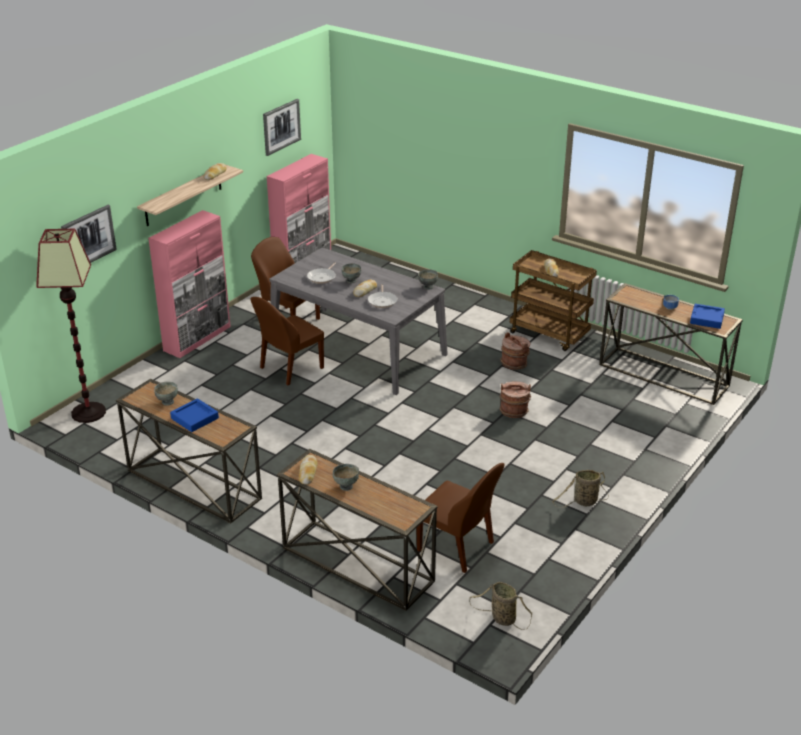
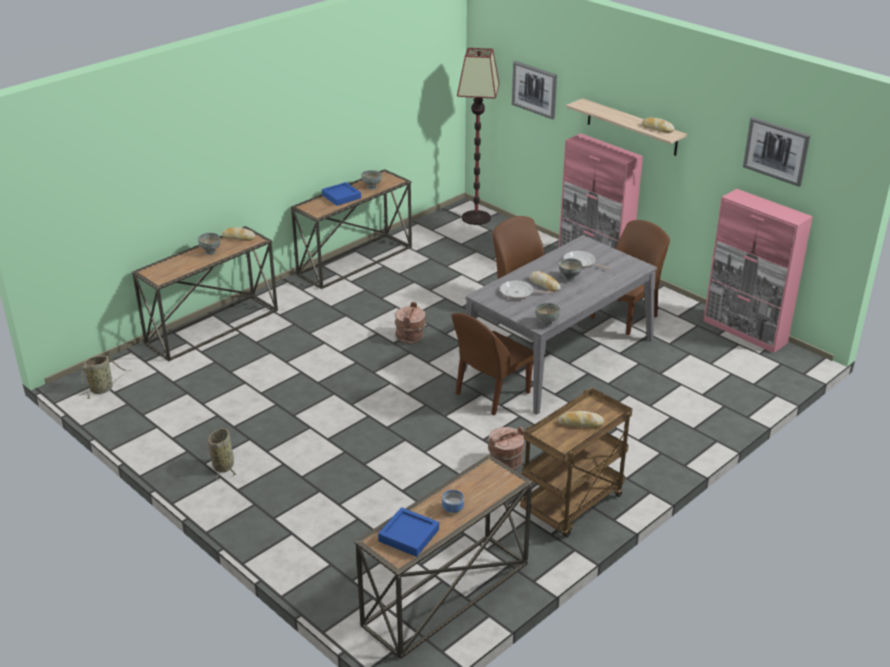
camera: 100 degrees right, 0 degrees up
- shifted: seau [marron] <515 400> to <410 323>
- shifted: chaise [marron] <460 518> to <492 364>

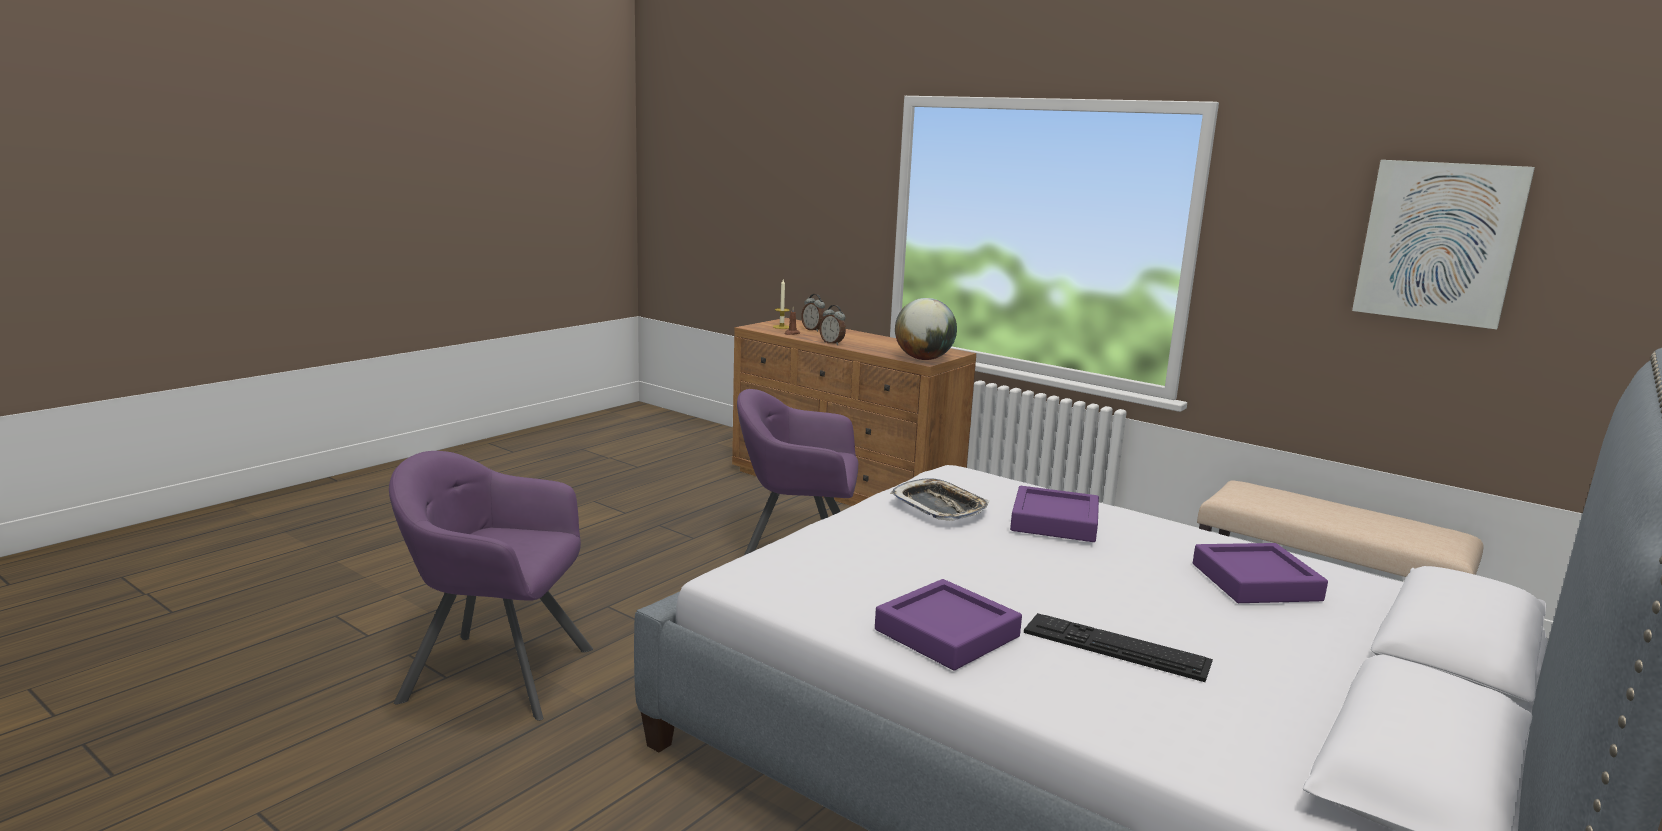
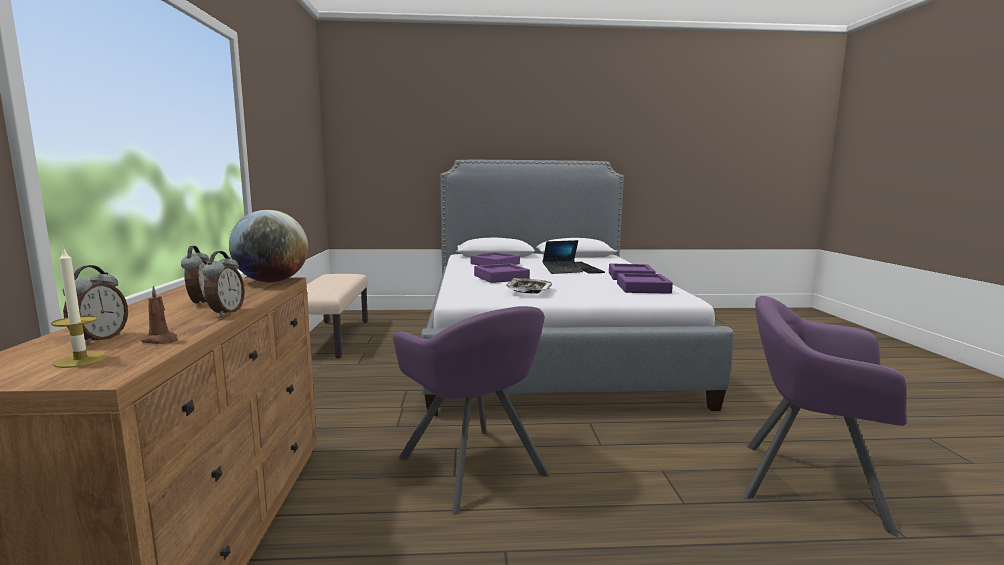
camera: 130 degrees left, 5 degrees down
- gone: tableau <1443 244>
- rotated: fauteuil [violet] <491 586> = <825 416> 150 degrees clockwise
- new: ordinateur portable <563 257>
- new: réveil <195 276>
- new: plateau [violet] <645 283>

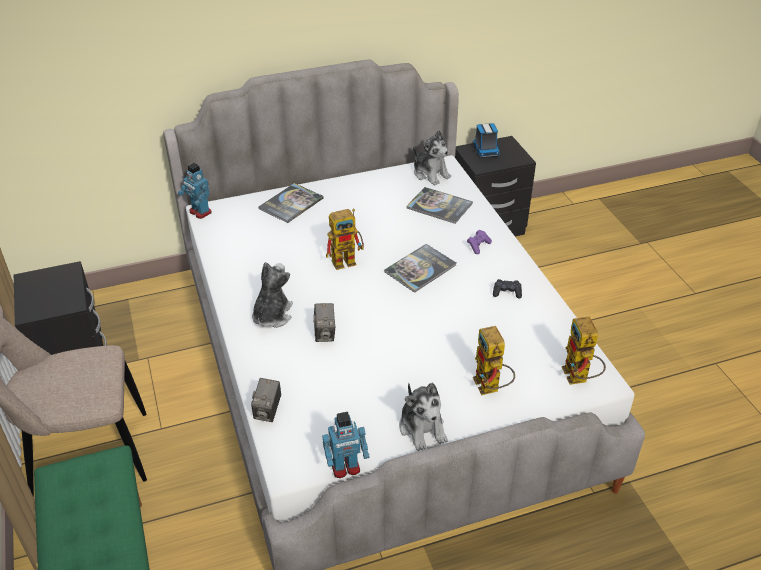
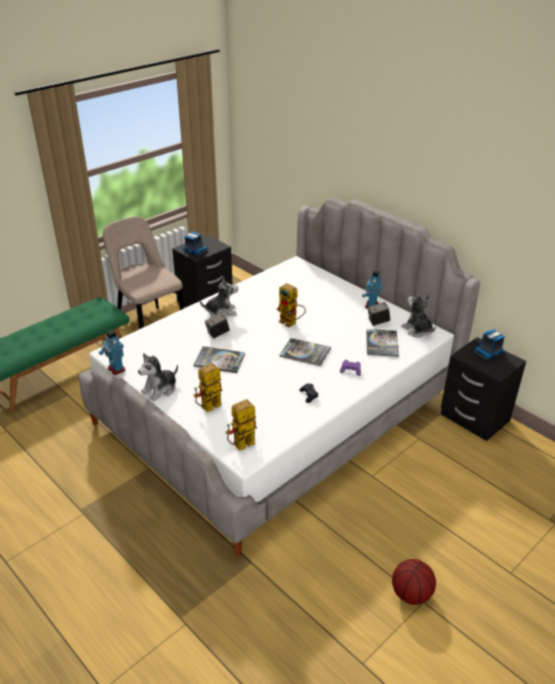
camera: 65 degrees right, 5 degrees down
- rotated: peluche <432 157> = <418 315> 120 degrees clockwise
- shifted: robot jouet <195 191> to <372 289>
- shifted: livre <291 203> to <219 359>
- shifted: appareil photo <266 400> to <379 314>
- new: camion jouet <195 243>
- new: ballon de basket <414 582>

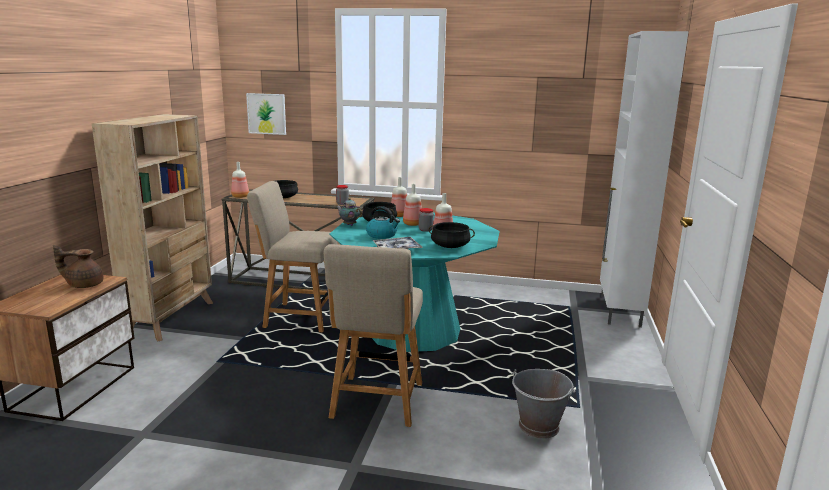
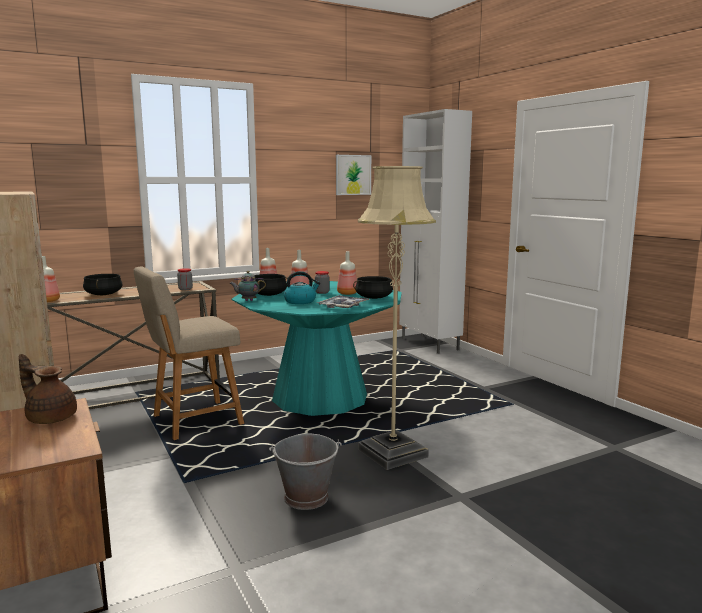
camera: 40 degrees left, 5 degrees down
- shifted: tableau <266 114> to <353 175>
- swapped: chaise [beige] <373 335> to lampadaire [beige] <397 318>
- rotated: théière [marron] <78 266> = <48 389> 75 degrees clockwise
- shifted: seau [gris] <543 404> to <305 472>

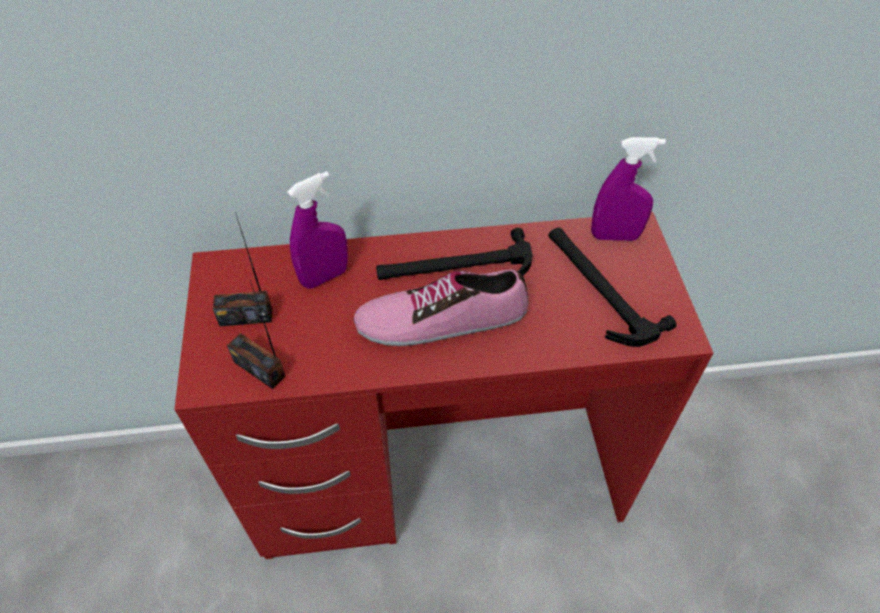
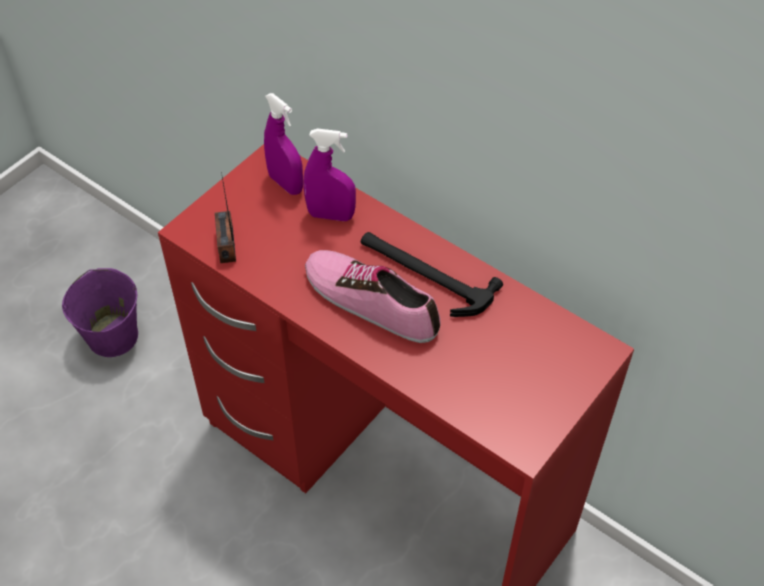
camera: 45 degrees right, 0 degrees up
- shifted: vaporisateur [violet] <628 189> to <283 144>
- gone: radio <242 269>
- gone: marteau <612 287>
- new: seau [violet] <100 312>

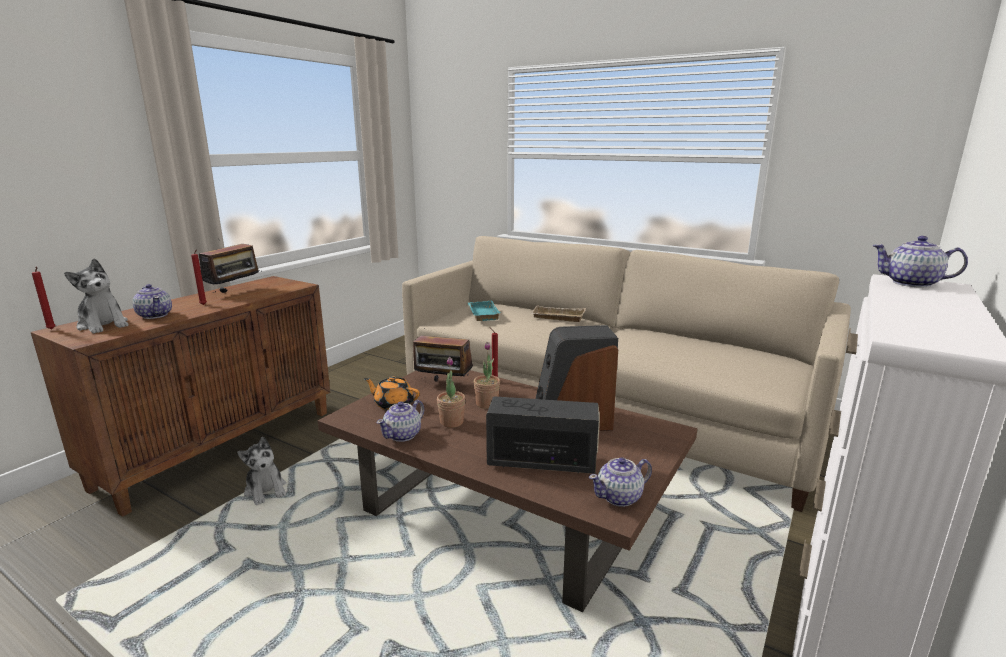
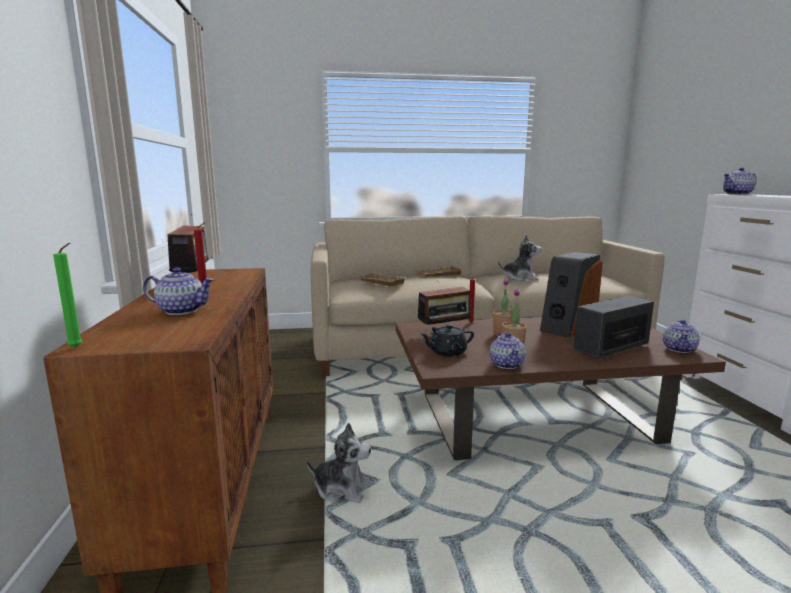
camera: 40 degrees left, 5 degrees down
- shifted: peluche <96 296> to <520 258>
- repainted: bougie [rouge] <44 298> to bougie [vert] <67 295>
- repainted: plateau [turquoise] <484 311> to plateau [beige] <382 280>
- repainted: théière [orange] <392 393> to théière [noir] <447 340>

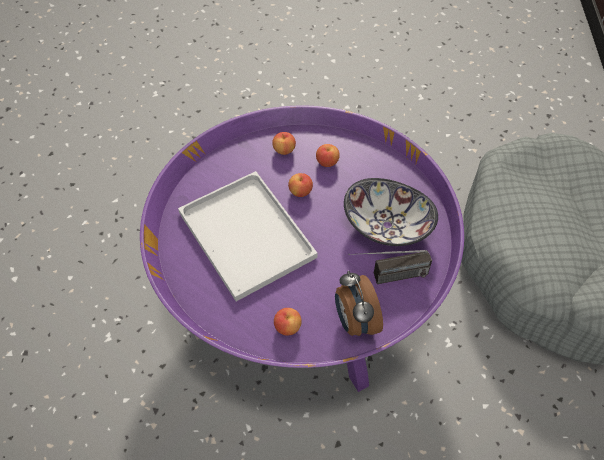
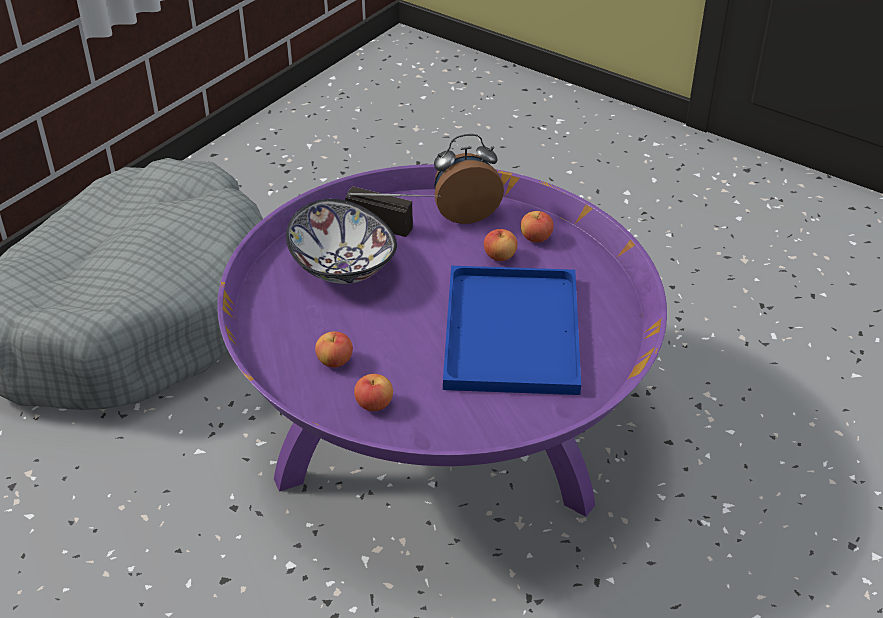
camera: 145 degrees left, 15 degrees down
- repainted: plateau [blanc] <247 236> to plateau [bleu] <512 330>
- shifted: pomme <300 185> to <500 245>
- rotated: réveil <359 303> = <469 179> 120 degrees counterclockwise

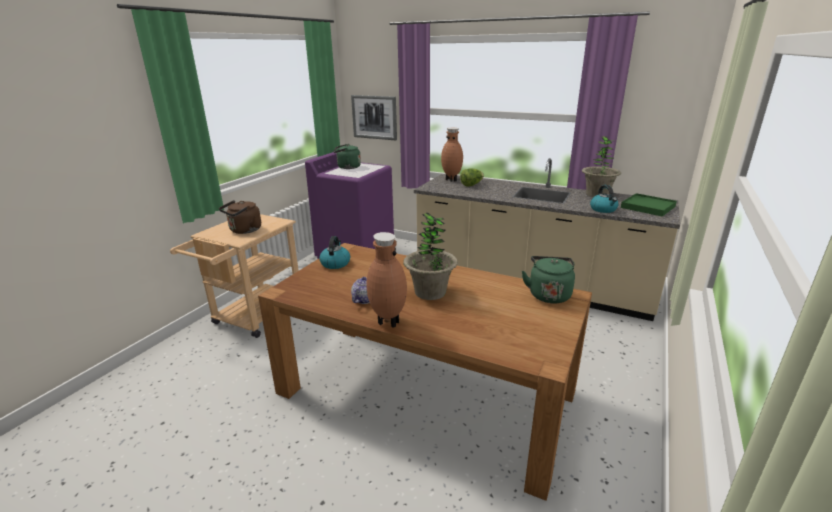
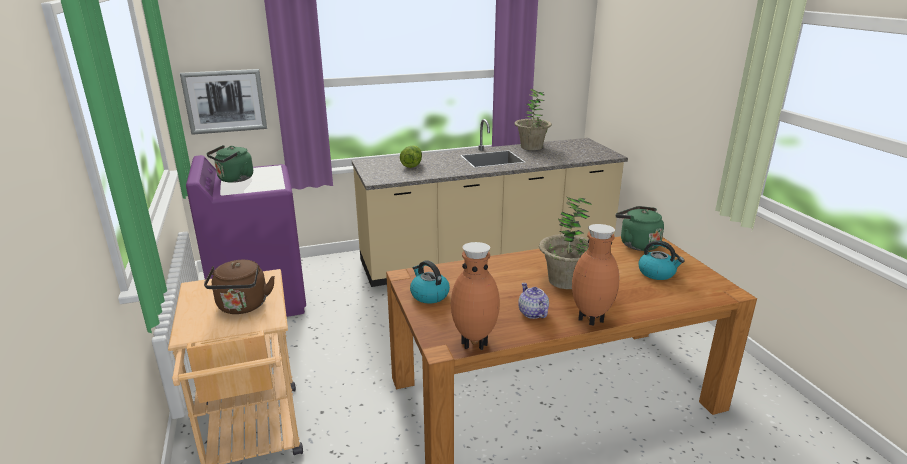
camera: 45 degrees left, 0 degrees up
- shifted: vase [marron] <452 155> to <475 296>
- shifted: bouilloire <604 199> to <661 260>
- gone: plateau [vert] <649 205>

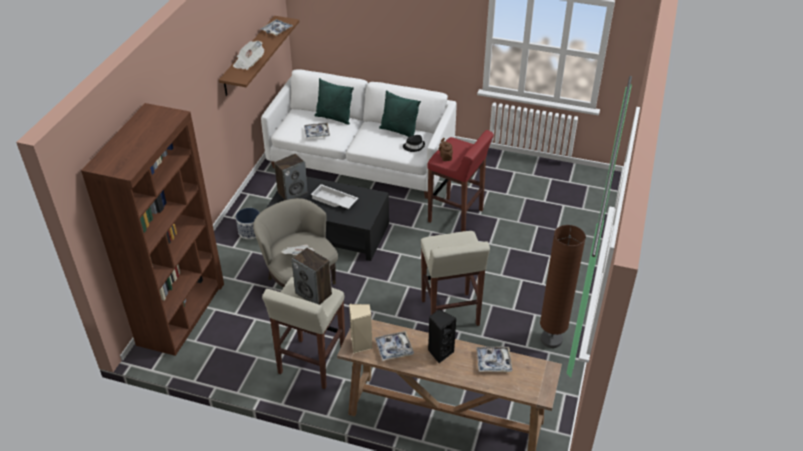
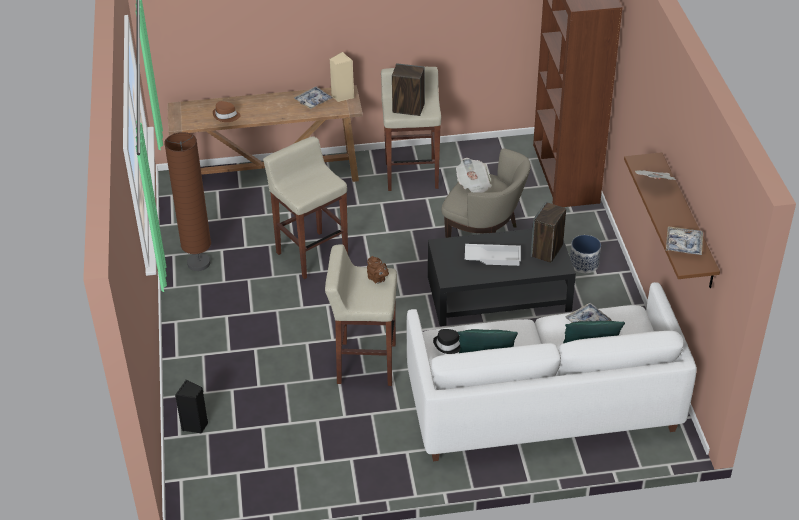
camera: 155 degrees right, 0 degrees up
- repainted: tabouret [rouge] <460 181> to tabouret [beige] <361 315>
- shifted: enceinte [noir] <442 336> to <191 407>
- swapped: plateau <494 359> to chapeau [marron] <227 111>

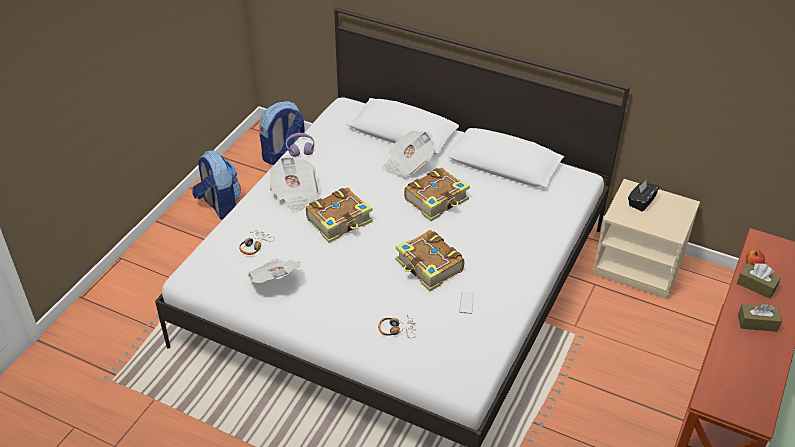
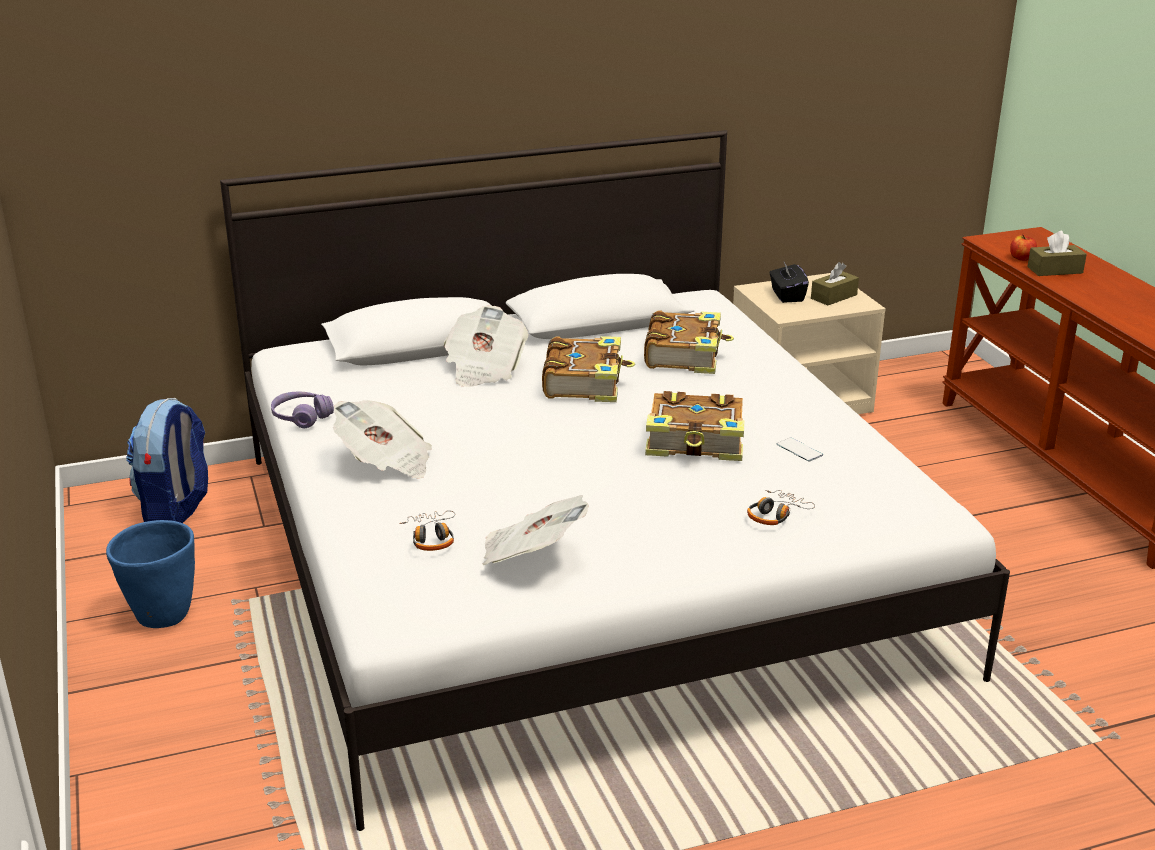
camera: 45 degrees left, 15 degrees down
- swapped: sac à dos <216 185> to cache-pot [bleu] <150 574>
- shifted: livre <339 215> to <689 342>
- shifted: boîte à mouchoirs [marron] <760 317> to <835 283>

